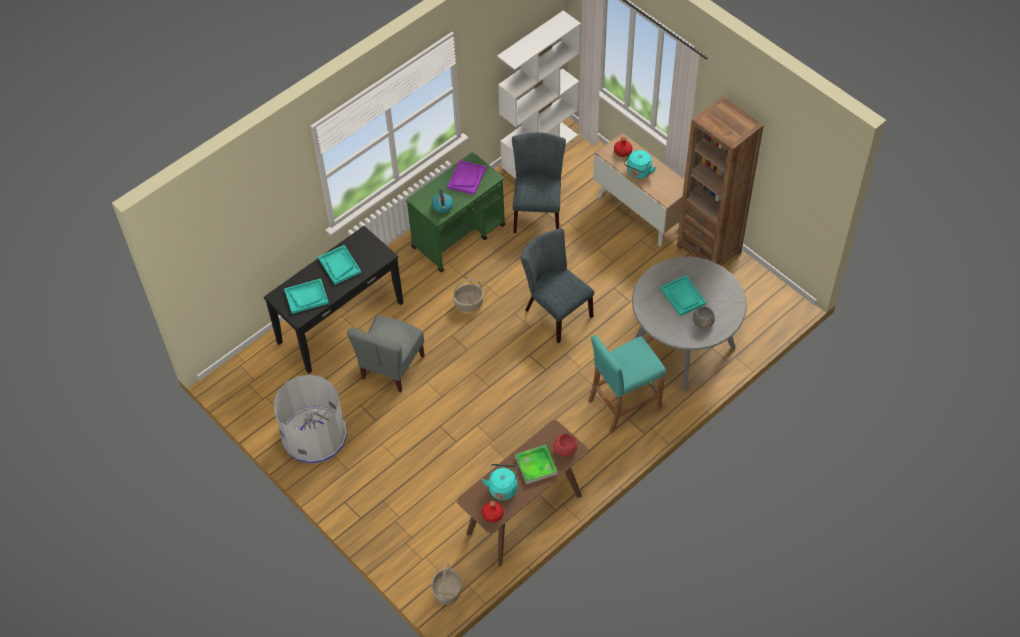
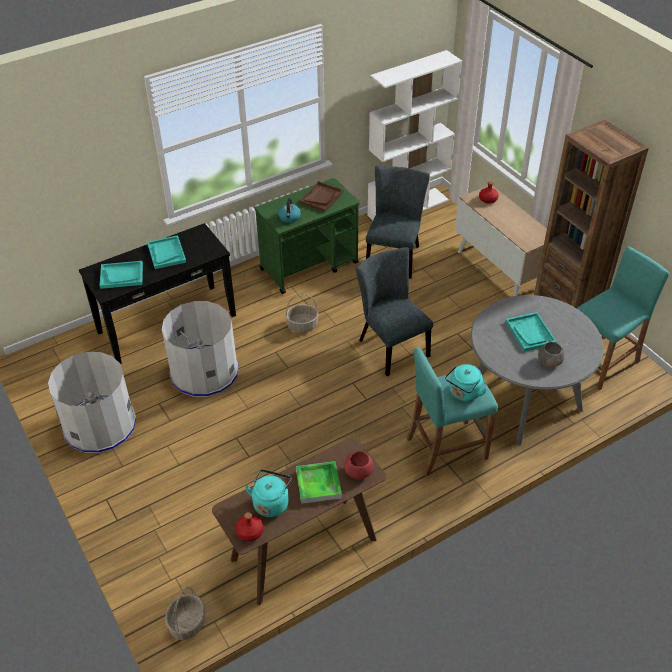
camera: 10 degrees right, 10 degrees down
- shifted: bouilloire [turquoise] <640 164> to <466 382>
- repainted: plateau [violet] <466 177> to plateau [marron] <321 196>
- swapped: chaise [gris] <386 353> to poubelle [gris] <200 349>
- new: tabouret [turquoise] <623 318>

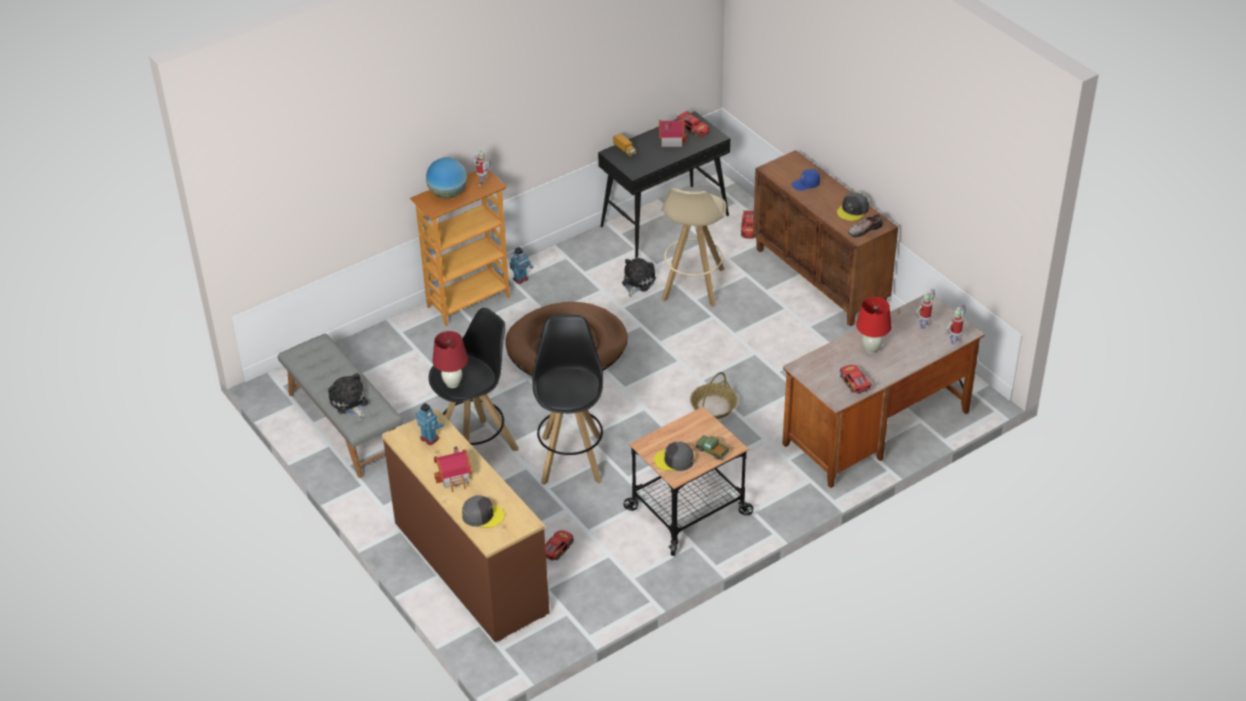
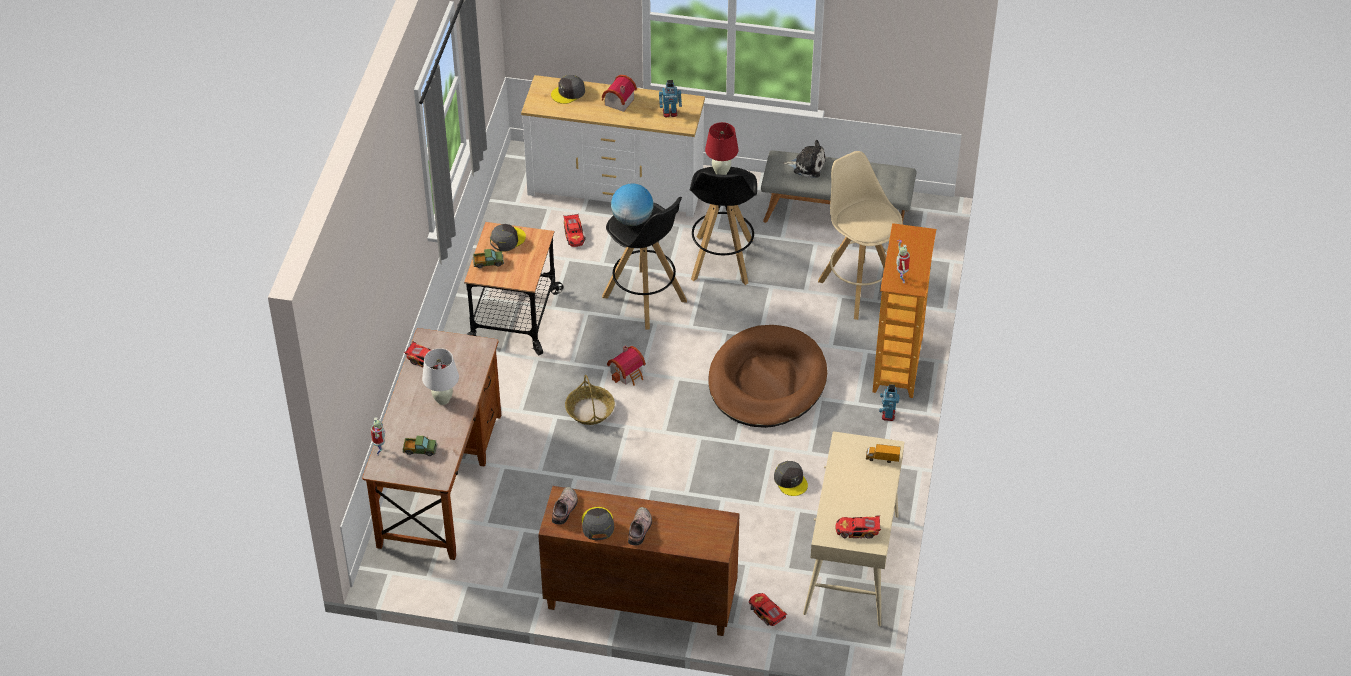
camera: 135 degrees right, 5 degrees up
- repainted: table console [noir] <664 184> to table console [beige] <853 529>
- shifted: maison miniature <673 133> to <626 365>
- shifted: globe <446 178> to <632 205>
- gone: casquette [bleu] <805 180>
- shifted: tabouret [beige] <693 247> to <860 235>
- swapped: peluche <639 277> to casquette [gris] <791 478>
- swapped: robot jouet <925 310> to camion jouet <419 446>
- repainted: lampe de table [rouge] <873 325> to lampe de table [blanc] <440 376>
- repainted: commode [marron] <466 525> to commode [blanc] <613 146>
- new: chaussure <640 526>

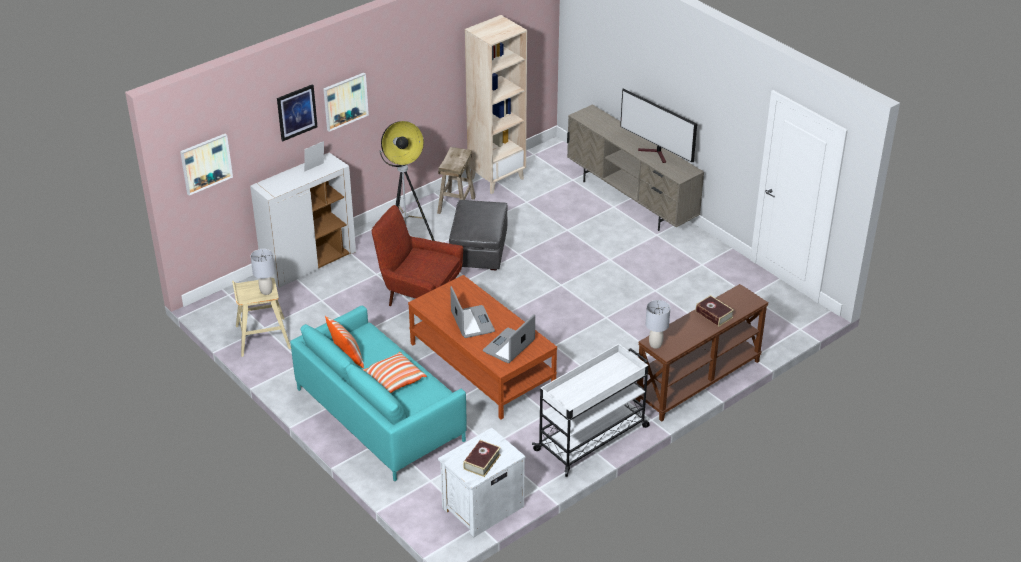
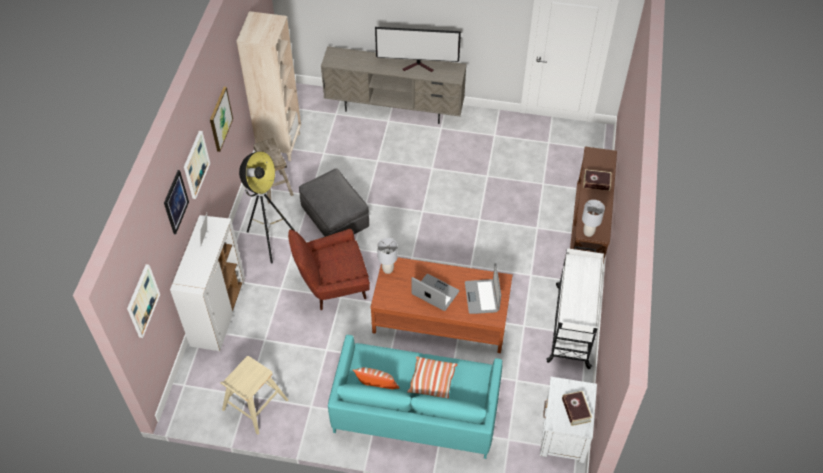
camera: 40 degrees left, 15 degrees up
- shifted: lampe de table [gris] <263 272> to <387 256>
- new: tableau <221 119>

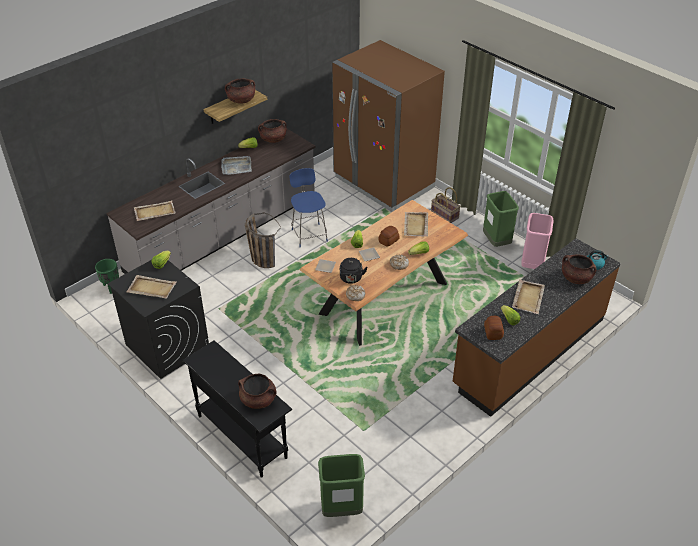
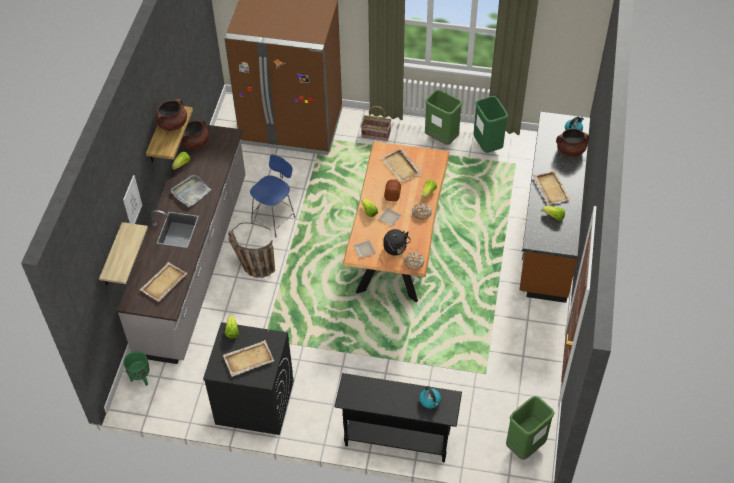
camera: 35 degrees left, 10 degrees up
- rotated: chaise [bleu] <309 208> = <272 196> 90 degrees clockwise
- repainted: poubelle [rose] <537 241> to poubelle [vert] <491 124>
- gone: pain <494 328>
- swapped: marmite [marron] <257 391> to bouilloire <430 397>
- new: tableau <132 199>
- new: étagère <123 253>

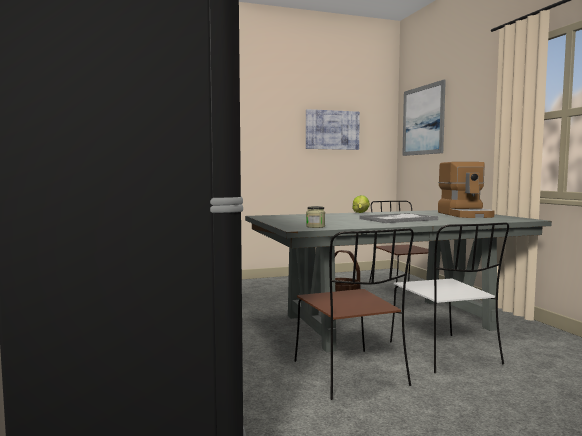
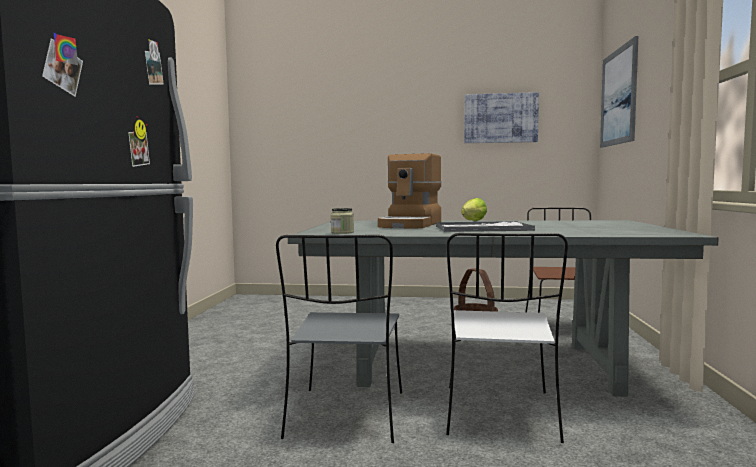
camera: 25 degrees right, 0 degrees up
- shifted: machine à café <466 190> to <410 191>
- repainted: chaise [marron] <354 314> to chaise [gris] <339 339>

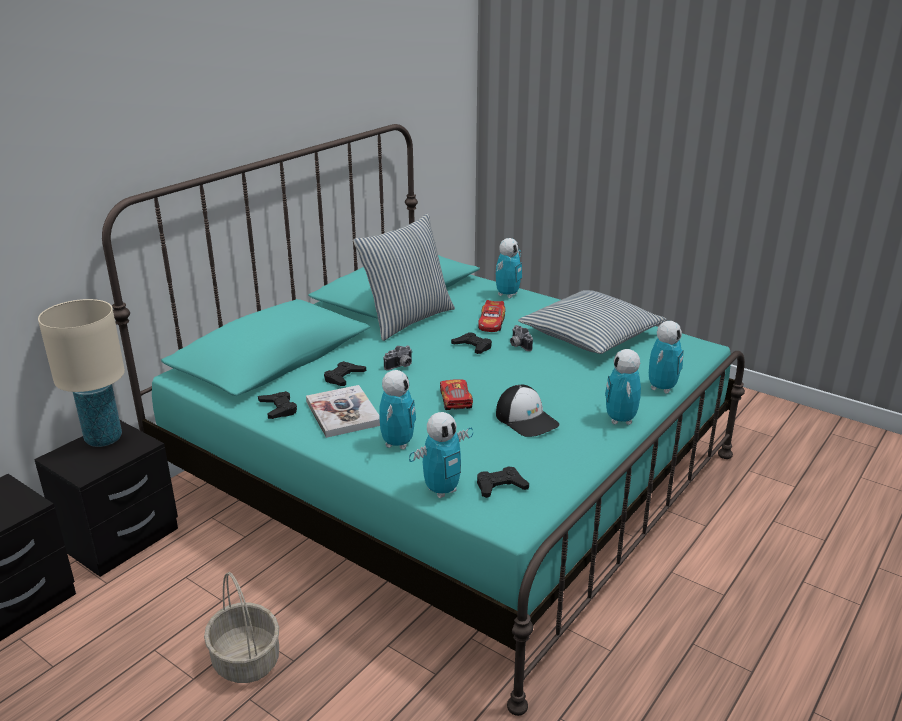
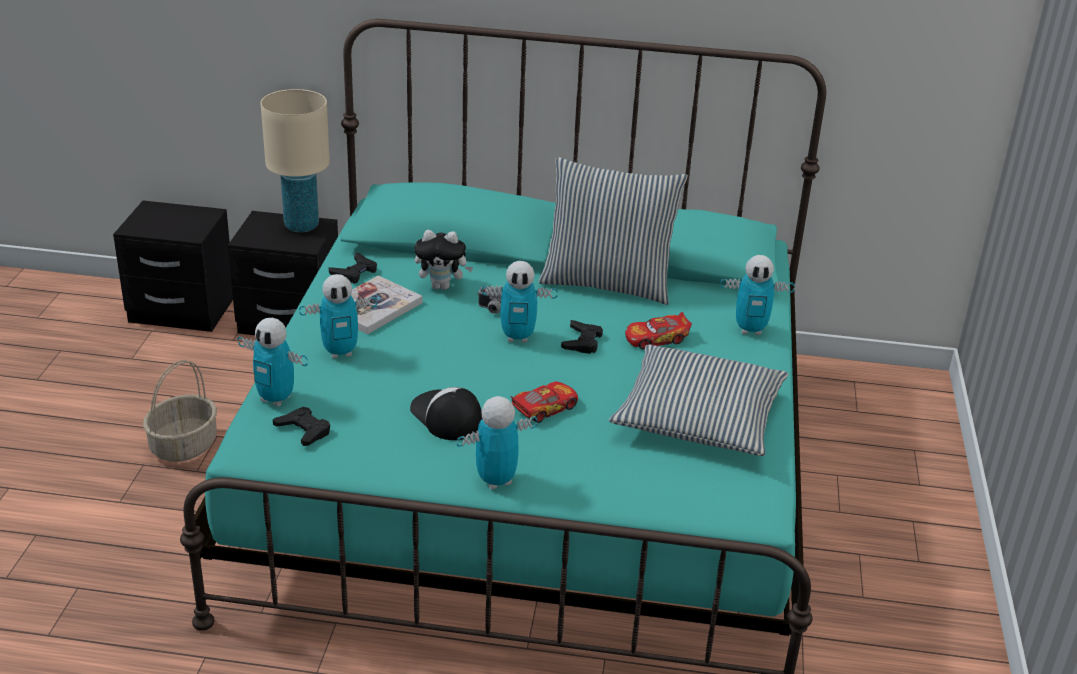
camera: 60 degrees right, 5 degrees up
- shifted: robot jouet <666 357> to <520 302>
- gone: appareil photo <521 338>
- swapped: manette [noir] <345 373> to peluche <443 260>
- shifted: petite voiture <456 395> to <544 402>
- rotated: casquette <527 411> = <446 413> 120 degrees clockwise

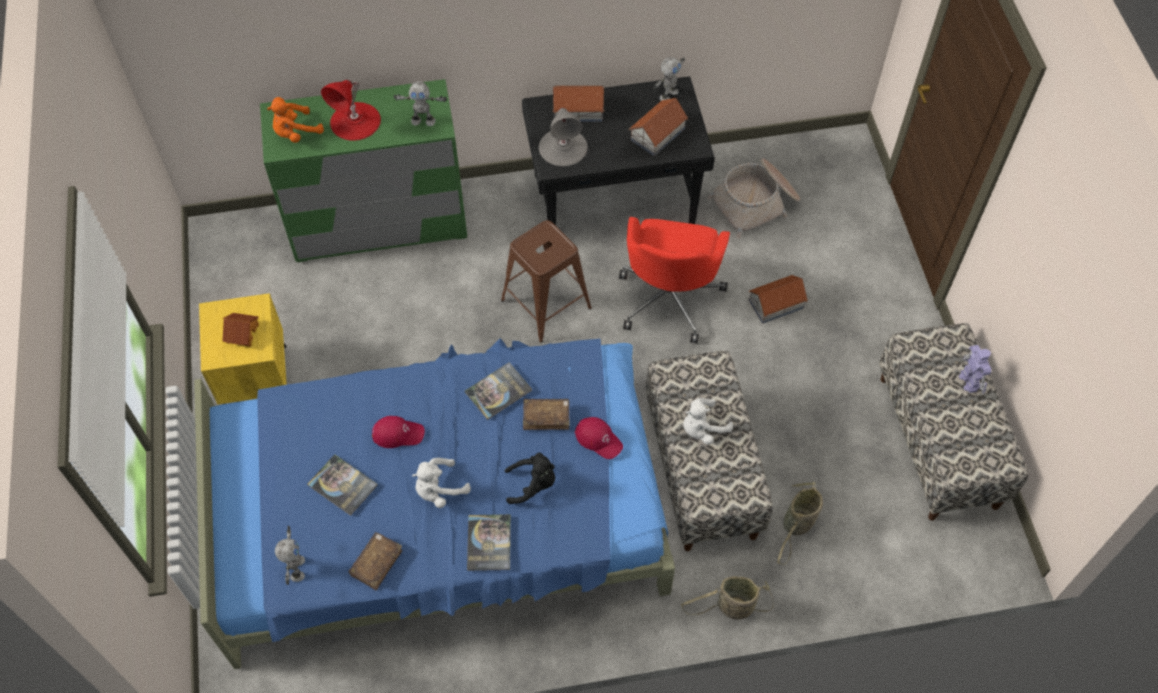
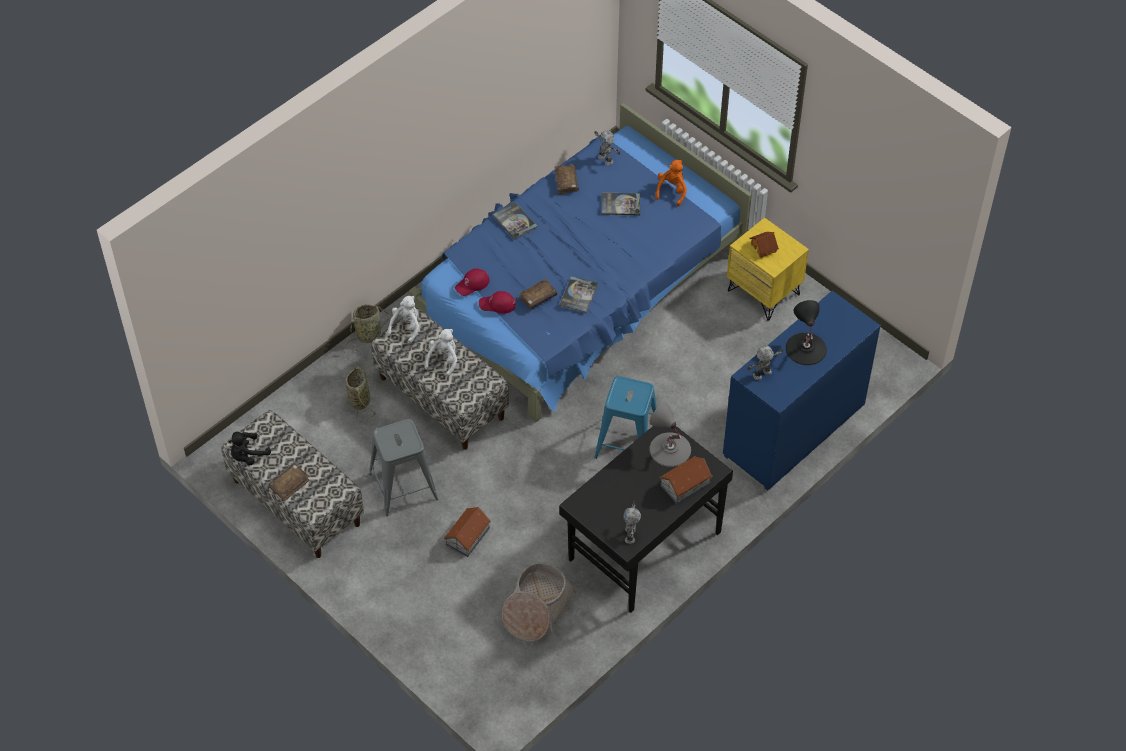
camera: 145 degrees right, 5 degrees down
- repainted: commode [vert] <363 170> to commode [bleu] <802 391>
- repainted: lampe de table [rouge] <351 110> to lampe de table [noir] <806 332>
- shifted: peluche [orange] <295 120> to <671 183>
- gone: maison miniature <658 127>
- gone: chaise de bureau [rouge] <674 280>
- repainted: tabouret [marron] <546 281> to tabouret [bleu] <625 417>
- swapped: robot jouet <975 369> to livre [marron] <289 482>
- shifted: casquette [rouge] <398 432> to <472 282>
- shifted: peluche [noir] <529 478> to <249 448>
- shifted: peluche [blanc] <441 483> to <403 320>
- new: tabouret [gris] <403 467>

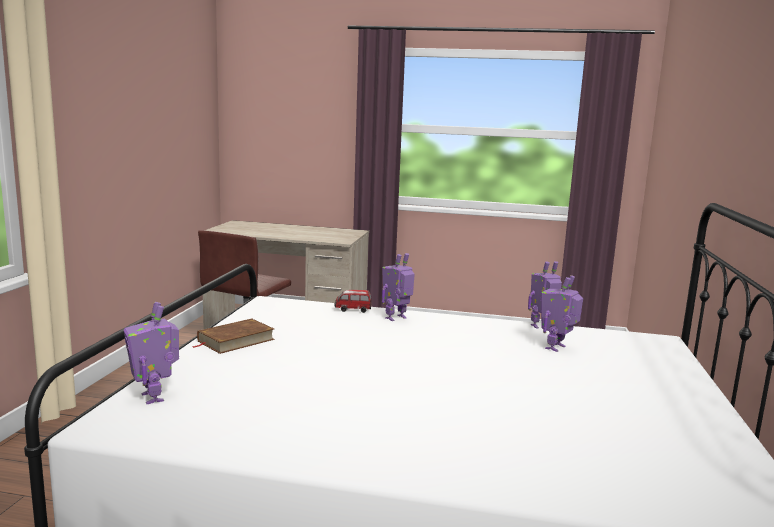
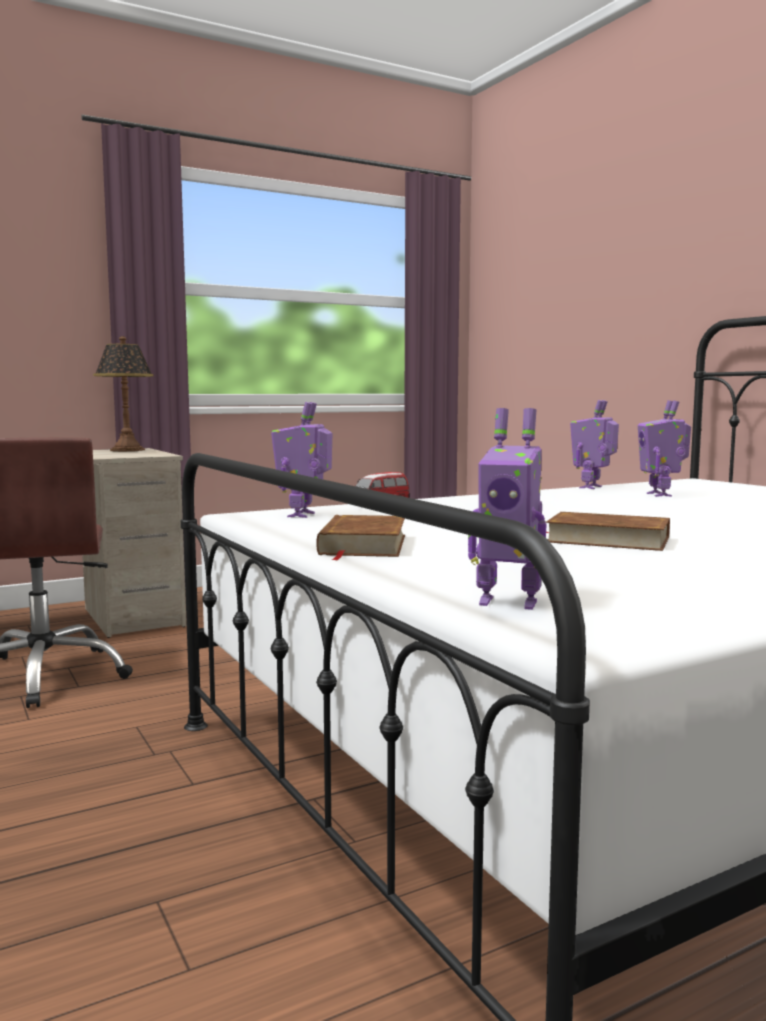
camera: 40 degrees left, 5 degrees down
- shifted: robot jouet <398 287> to <301 460>
- new: lampe de table <123 393>
- new: livre [marron] <608 531>

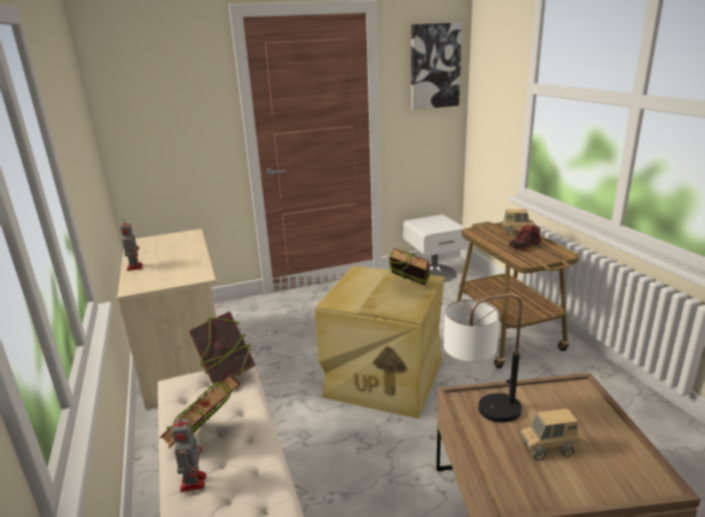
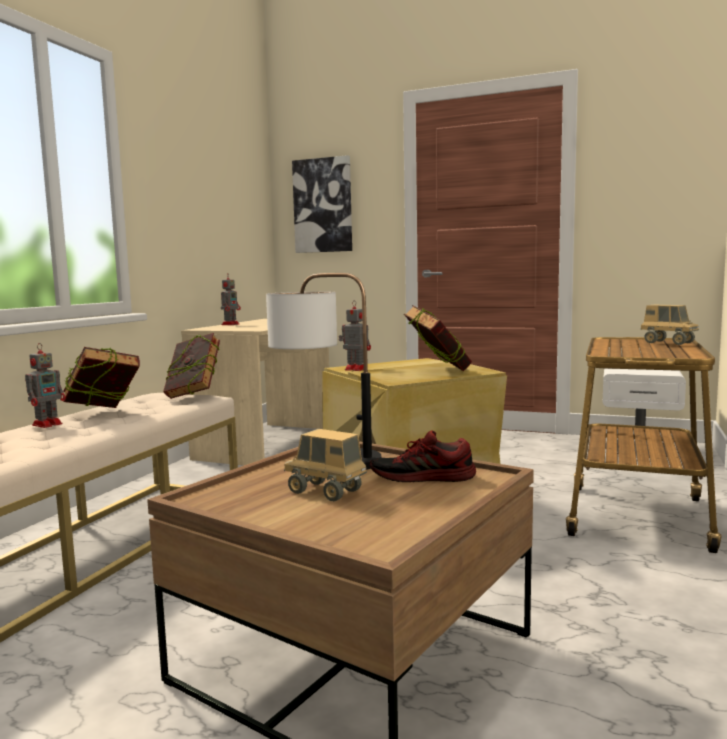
camera: 40 degrees right, 15 degrees down
- shifted: tableau <436 66> to <322 204>
- shifted: chaussure <525 237> to <423 456>
- new: robot jouet <355 335>

